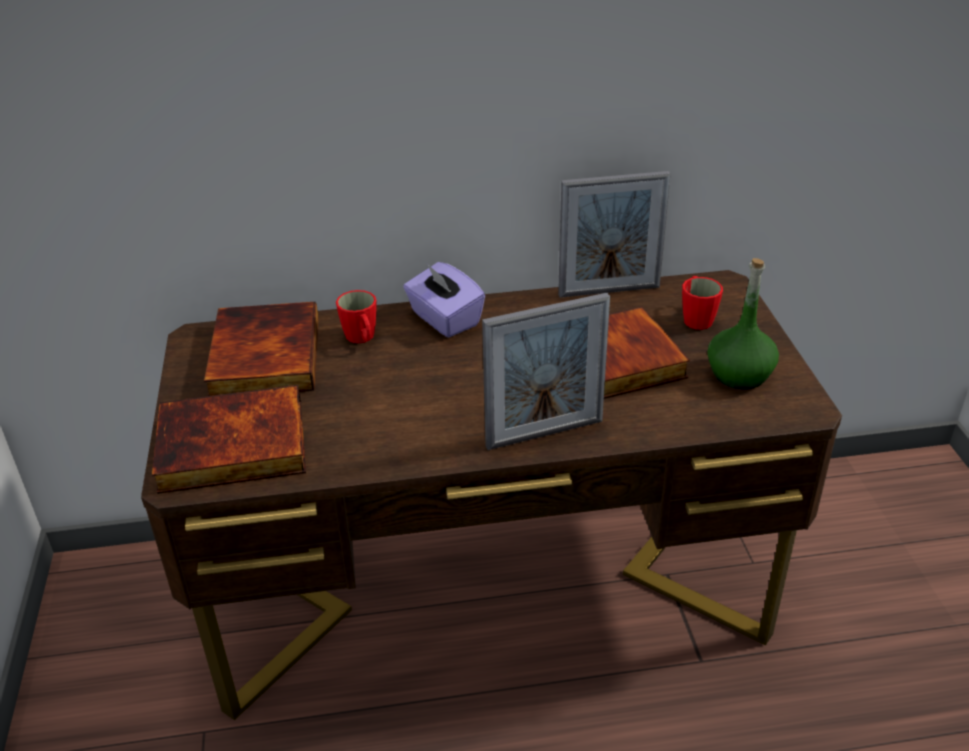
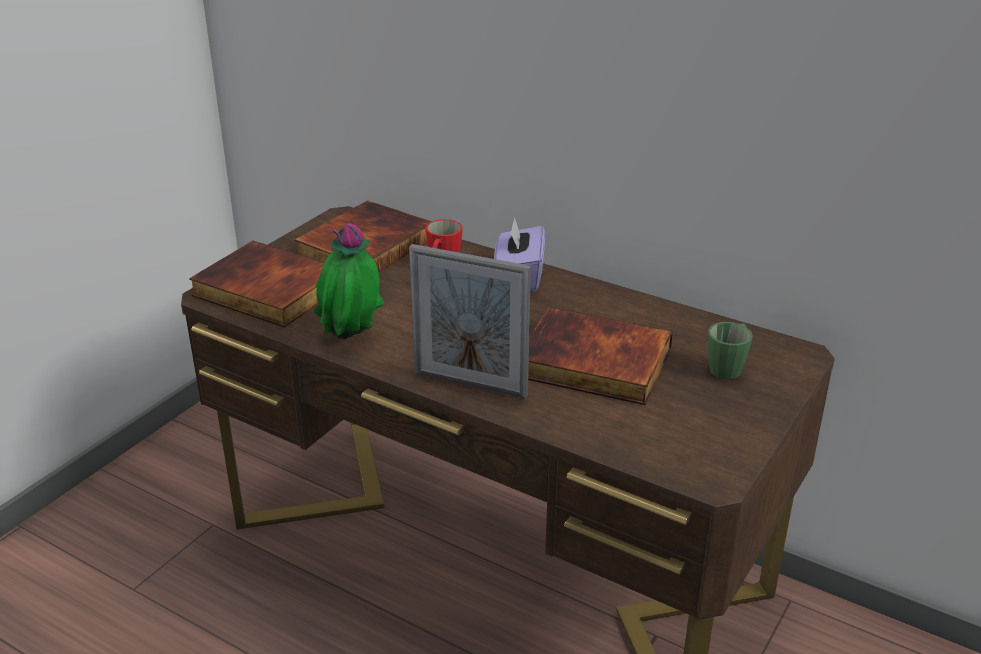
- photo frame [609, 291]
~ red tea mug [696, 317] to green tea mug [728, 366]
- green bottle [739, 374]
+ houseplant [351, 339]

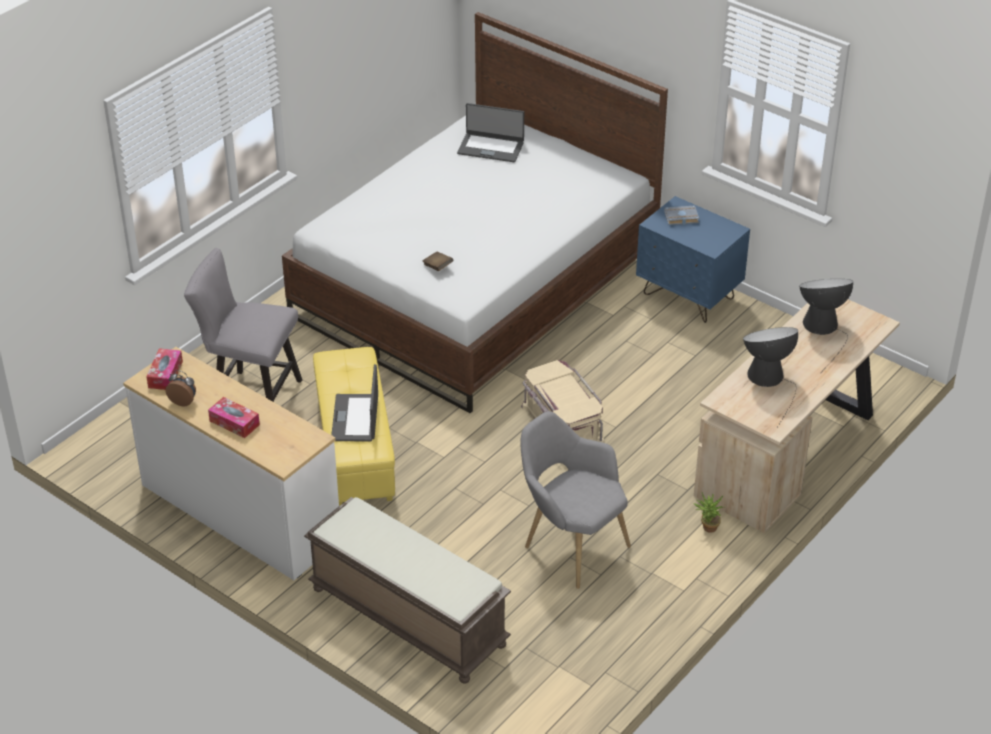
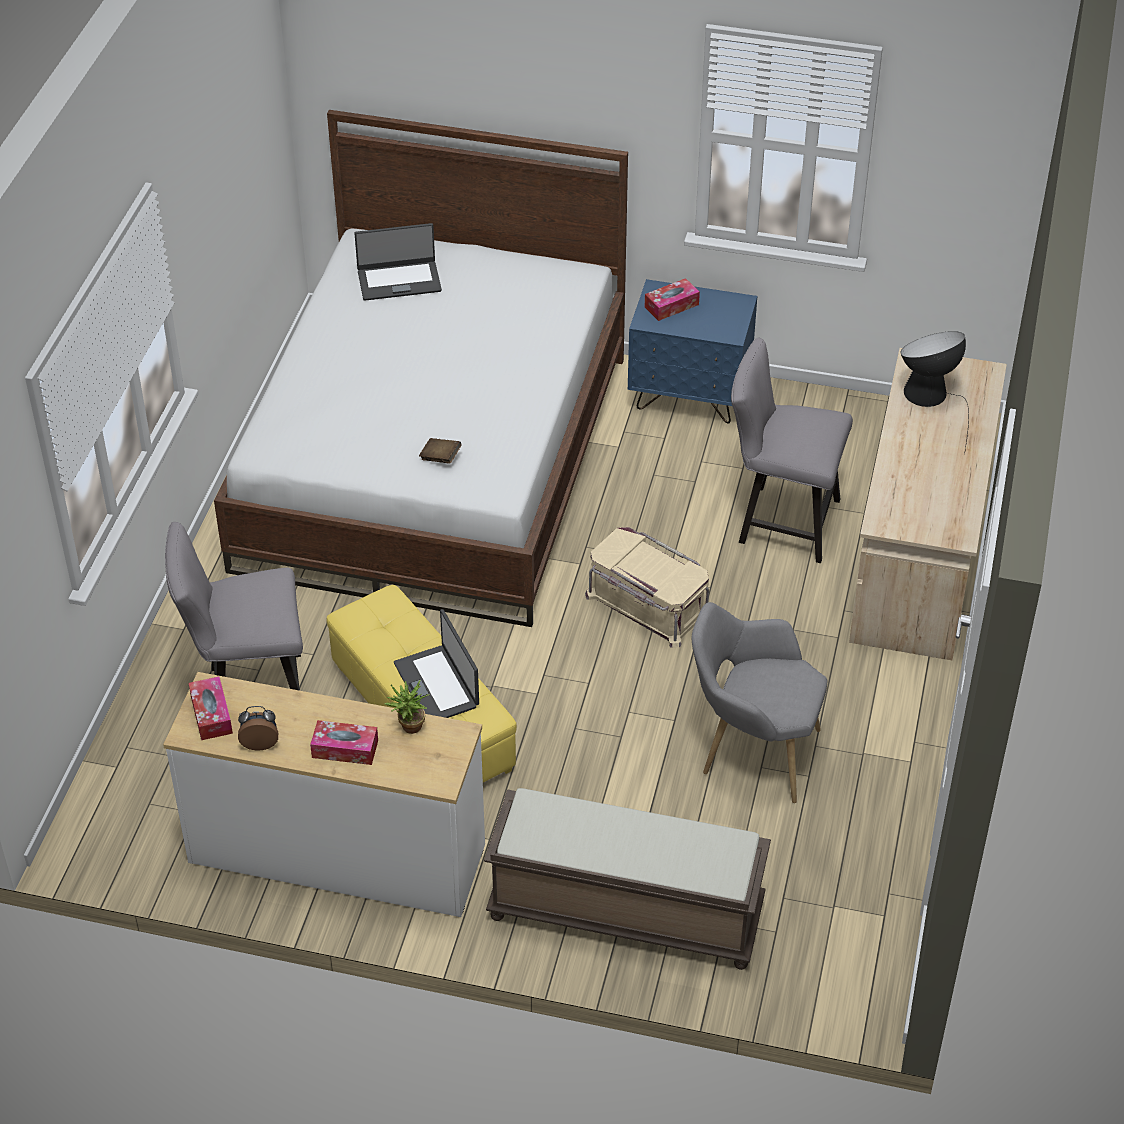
~ grey bound book [681, 218] to tissue holder [671, 306]
~ houseplant [707, 528] to [409, 729]
- lamp for a table [768, 379]
+ grey plain chair [780, 521]

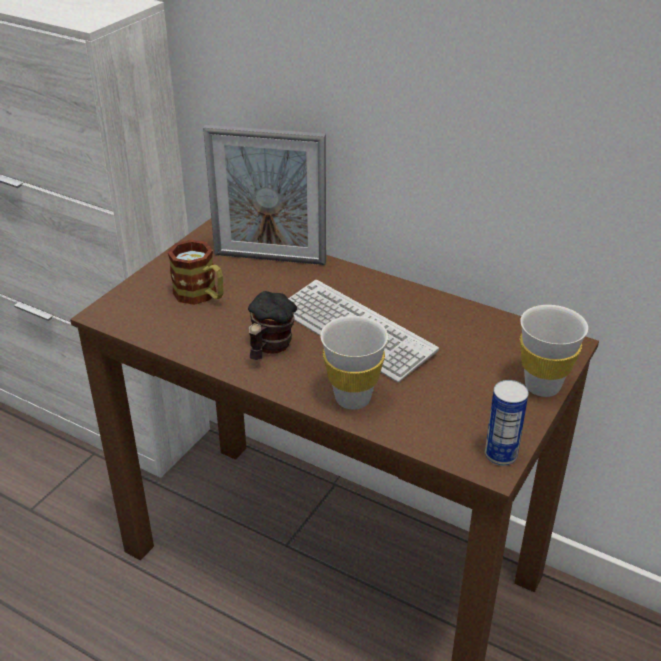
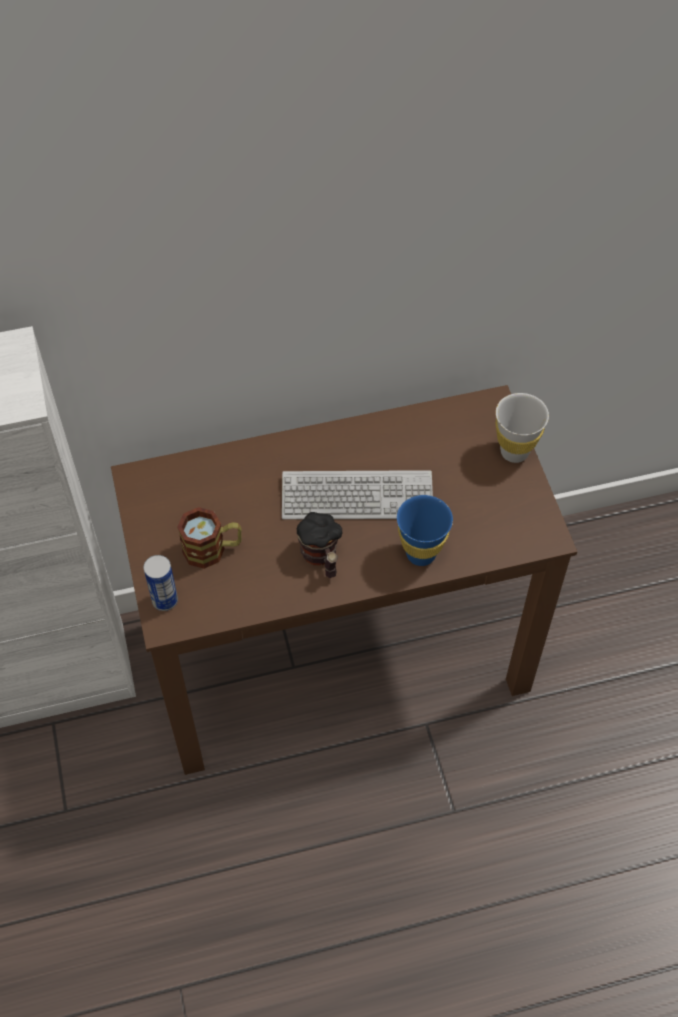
- photo frame [270, 258]
~ white small cup [353, 398] to blue small cup [421, 554]
~ sealed can [500, 455] to [165, 600]

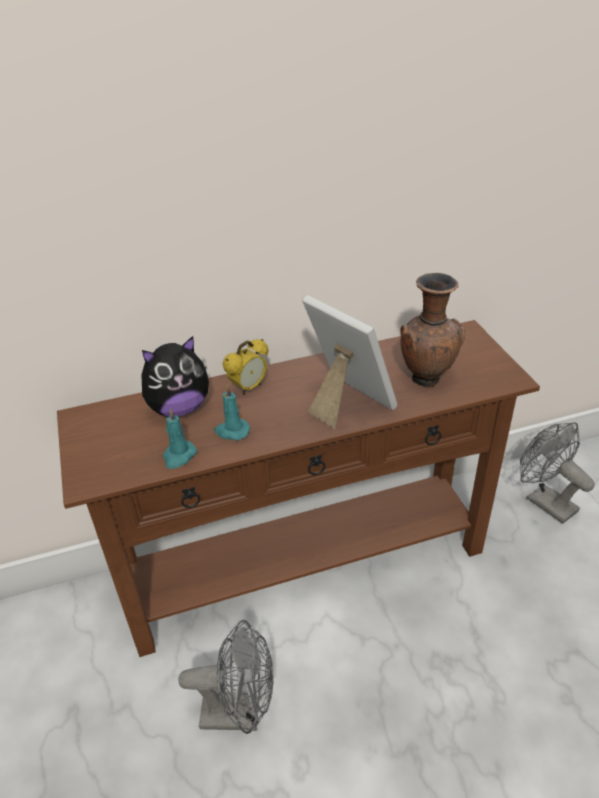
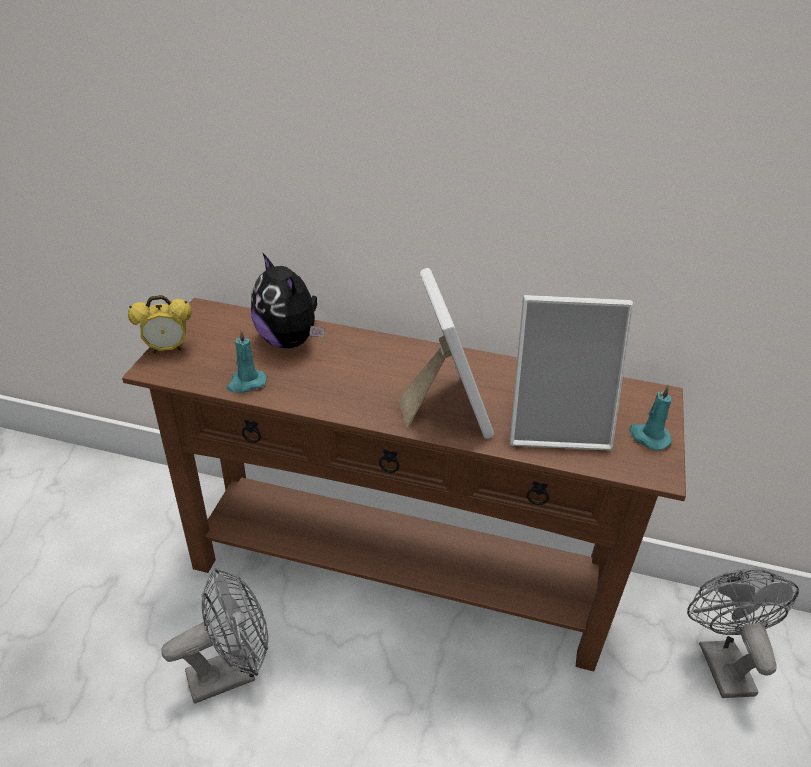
~ plush toy [179, 408] = [289, 340] 45 degrees clockwise
~ grey cooling fan [240, 713] = [231, 672] 60 degrees counterclockwise
~ blue-green wax light [231, 431] to [648, 437]
~ alarm clock [249, 388] to [167, 349]
~ brown-coloured flower vase [426, 378] to photo frame [557, 424]

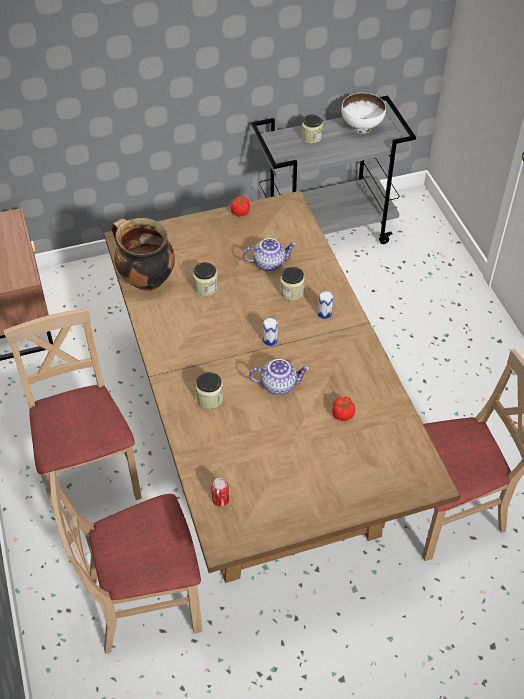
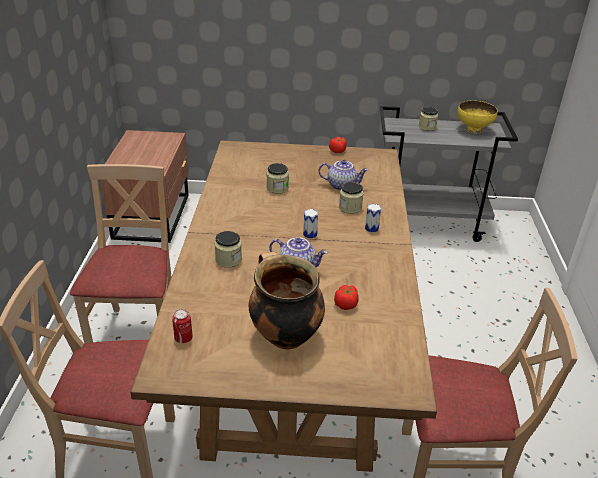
~ cooking pot [145, 280] to [284, 335]
~ white serving bowl [361, 127] to yellowish serving bowl [473, 129]

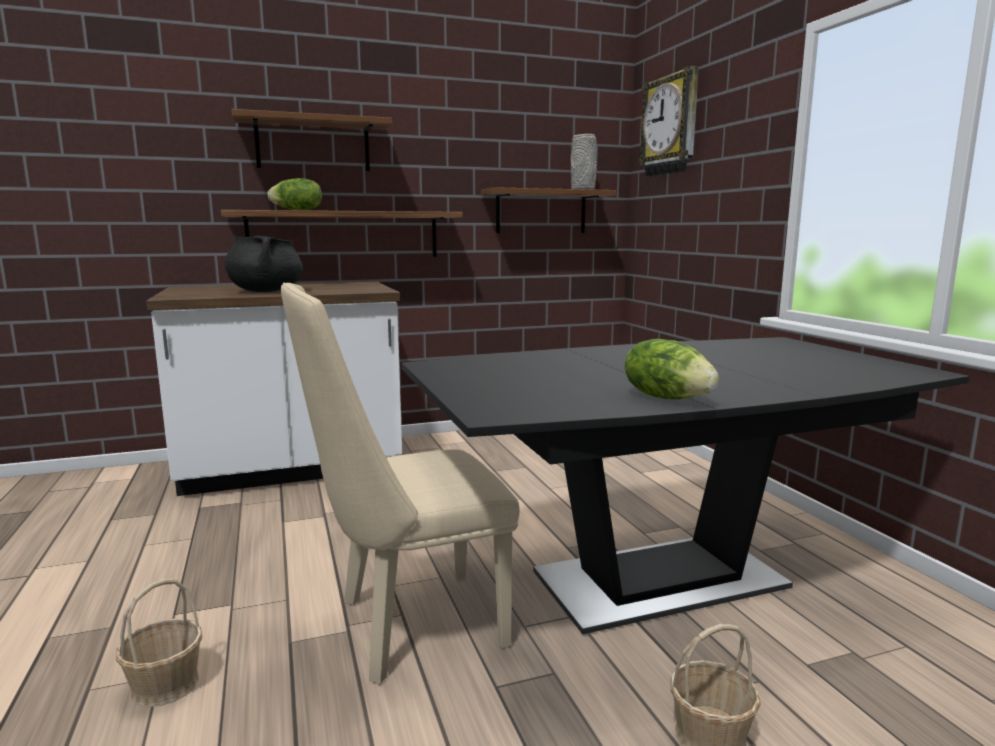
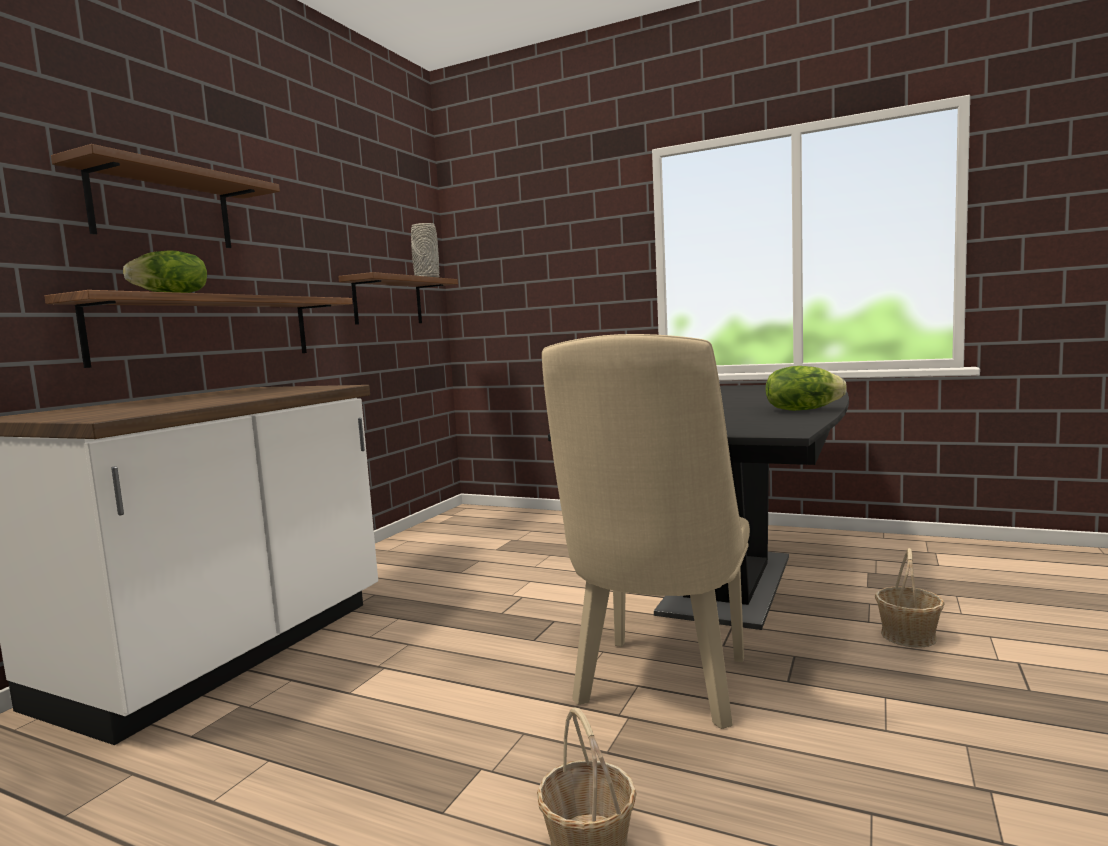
- blackish cooking pot [266, 291]
- clock on the wall [671, 125]

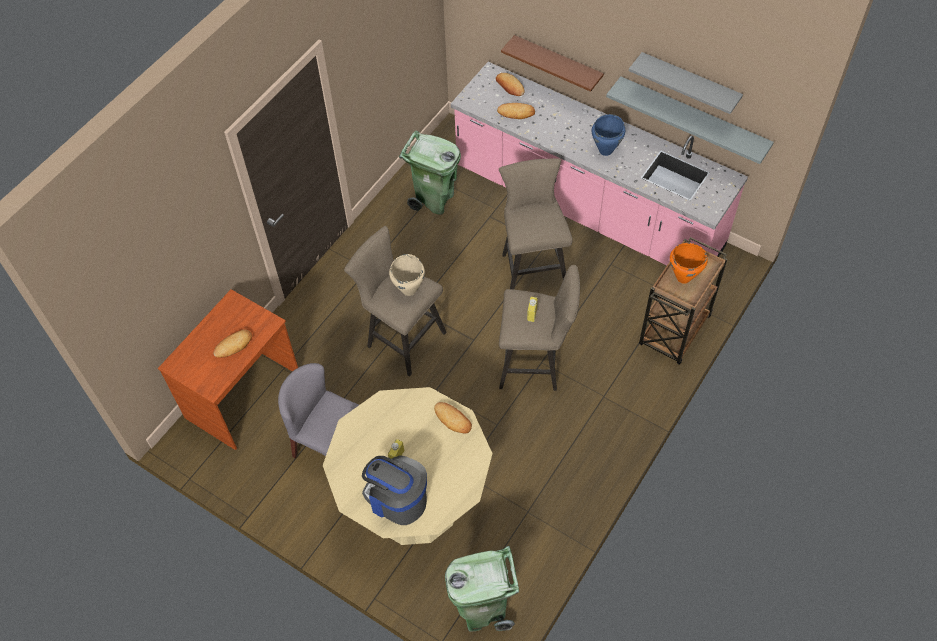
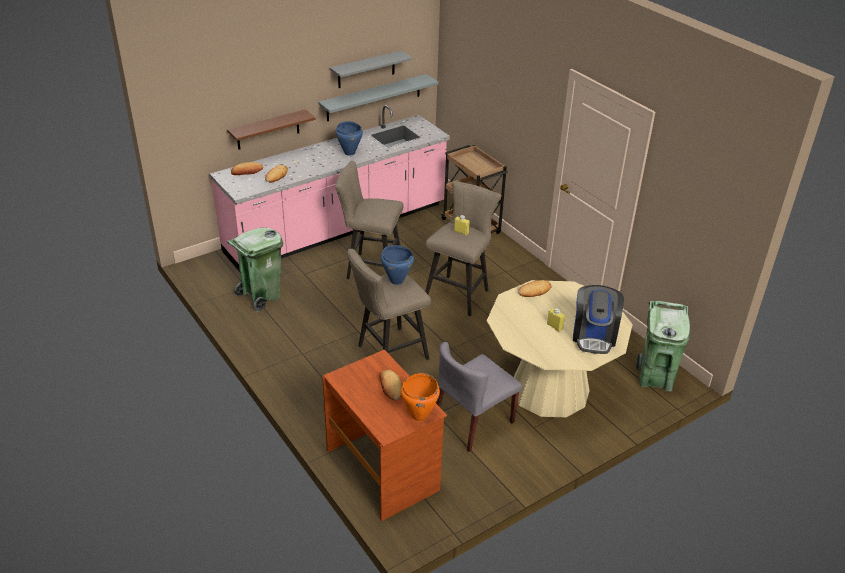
~ coffee machine [397, 499] = [594, 336] 45 degrees counterclockwise
~ beige cooking pot [409, 290] to blue cooking pot [396, 280]
~ orange-coloured cooking pot [683, 277] to [419, 415]

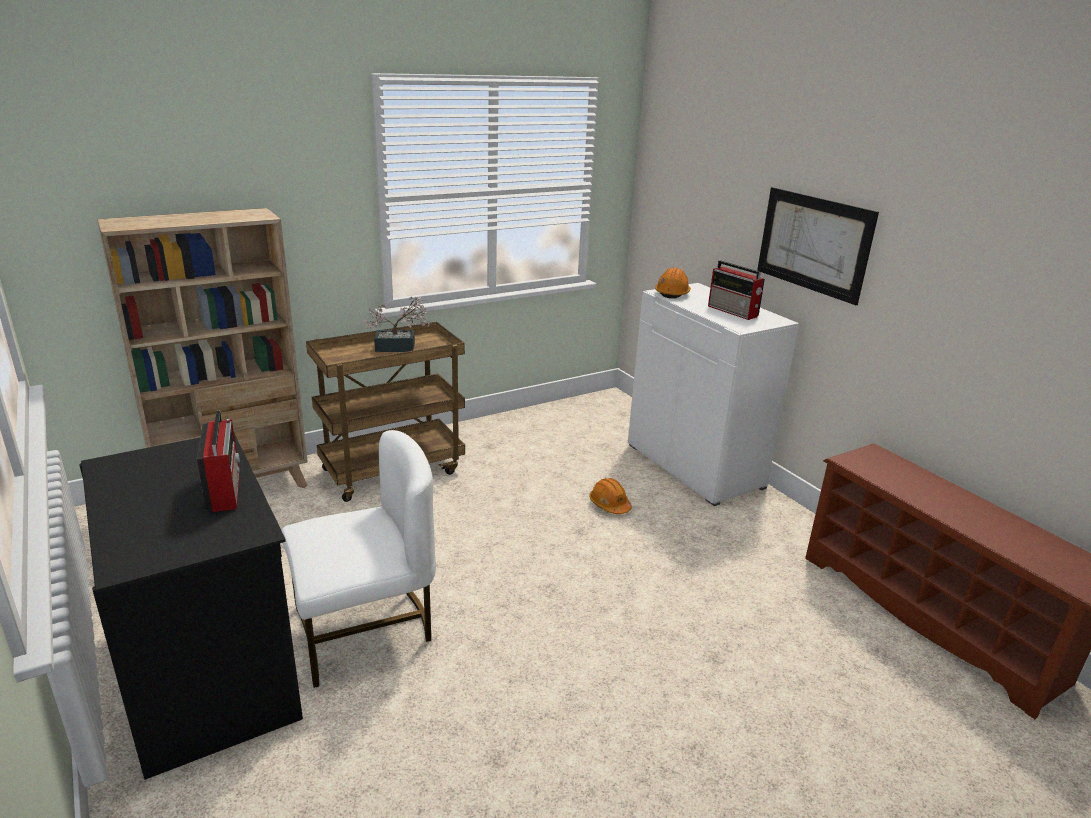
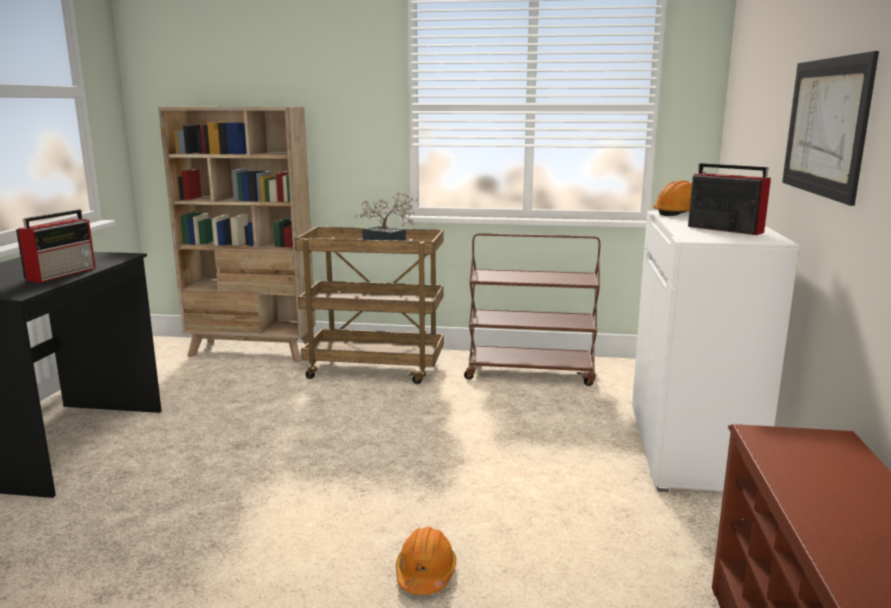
- white plain chair [365, 630]
~ orange-coloured safety helmet [609, 505] to [425, 573]
~ radio [733, 311] = [723, 229] 135 degrees clockwise
+ brown-coloured cart [530, 373]

